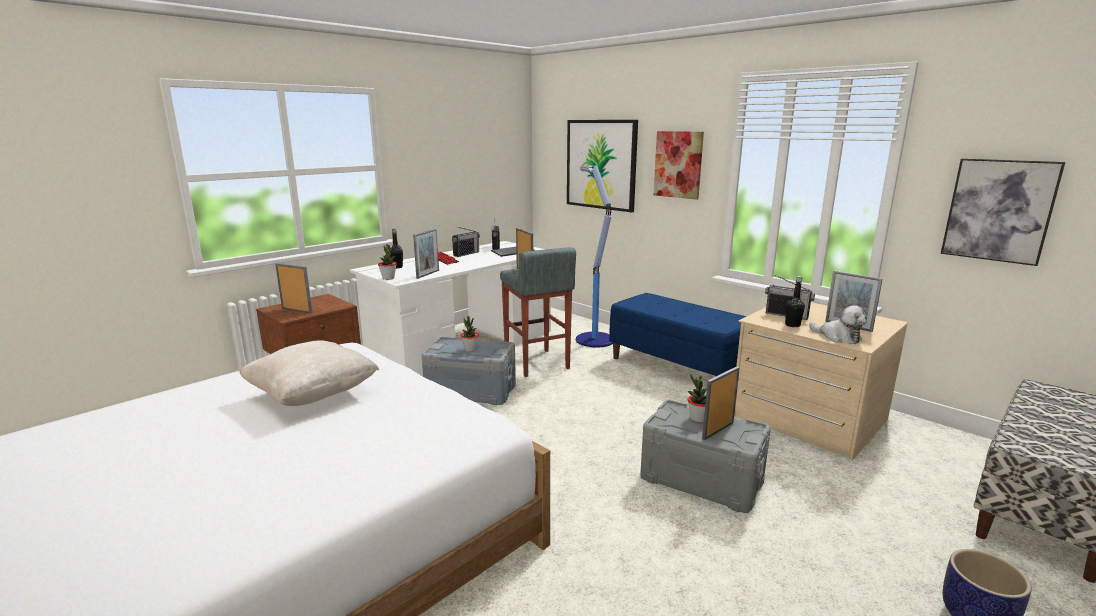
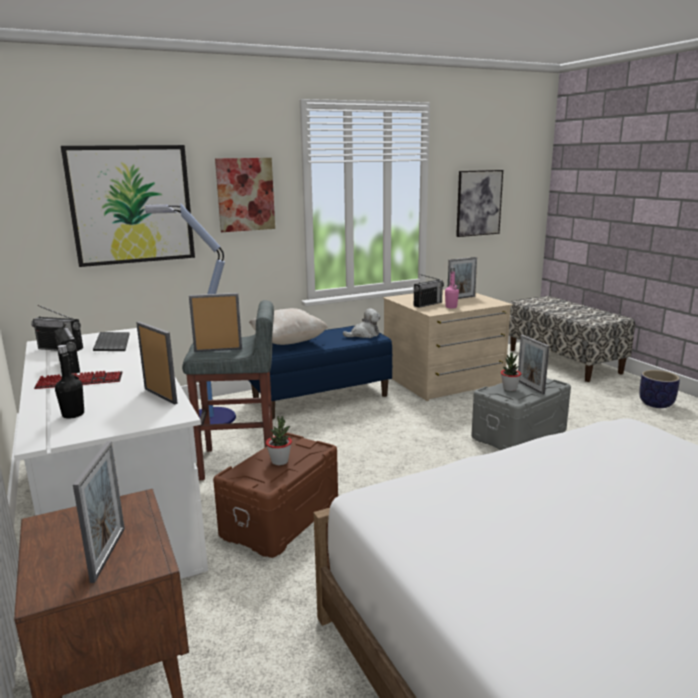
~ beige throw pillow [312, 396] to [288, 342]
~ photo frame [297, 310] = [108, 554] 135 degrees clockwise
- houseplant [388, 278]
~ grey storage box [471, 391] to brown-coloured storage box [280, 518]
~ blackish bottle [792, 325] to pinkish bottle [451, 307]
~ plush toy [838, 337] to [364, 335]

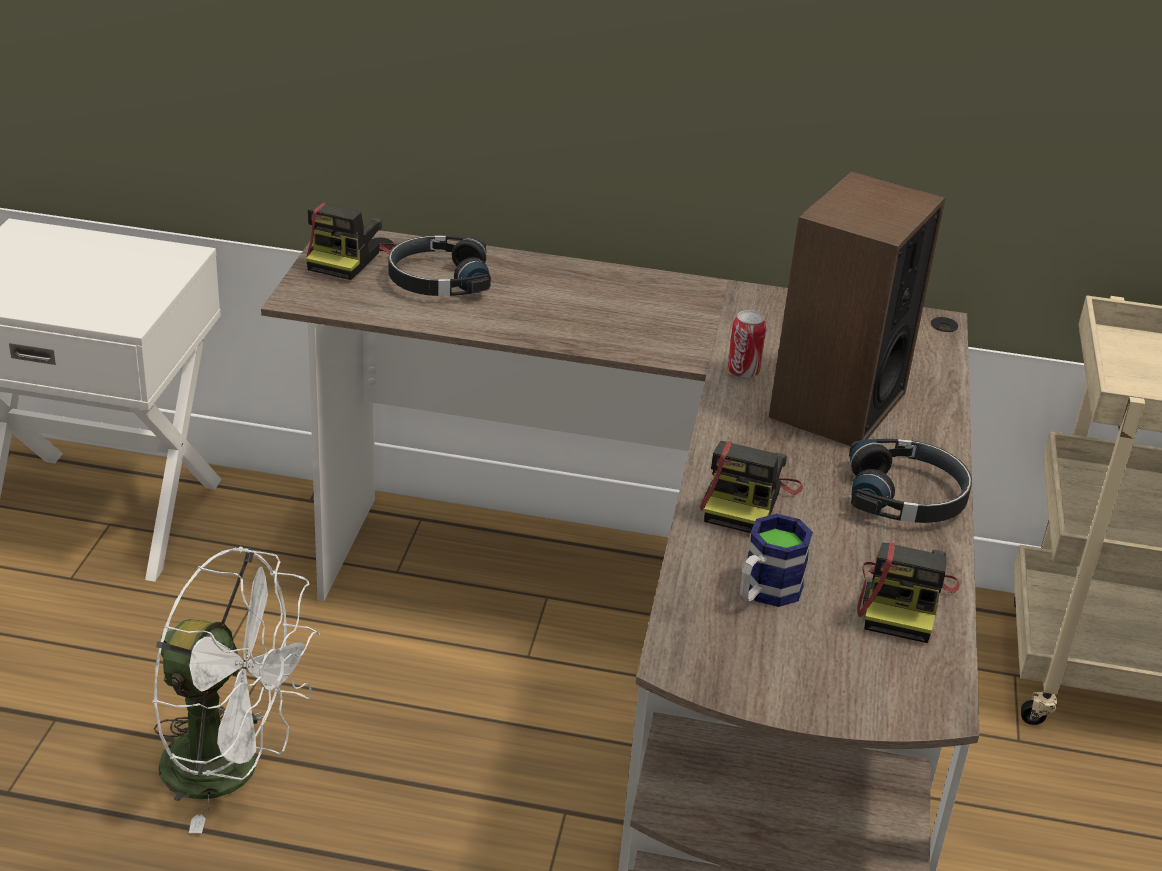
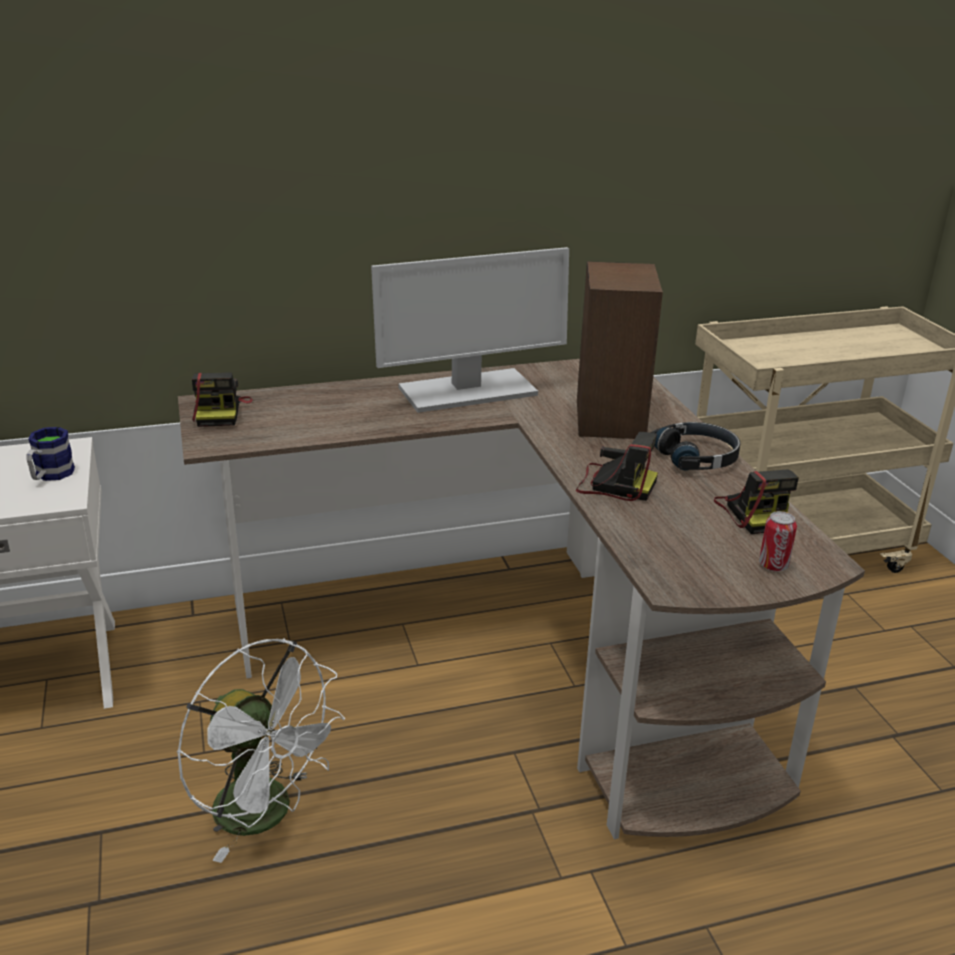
~ white cooling fan [232, 769] = [266, 814] 45 degrees clockwise
- blackish headset [438, 280]
~ photo camera [747, 500] = [613, 485] 60 degrees counterclockwise
~ sealed can [743, 372] to [773, 565]
~ tea mug [765, 593] to [50, 475]
+ monitor [467, 392]

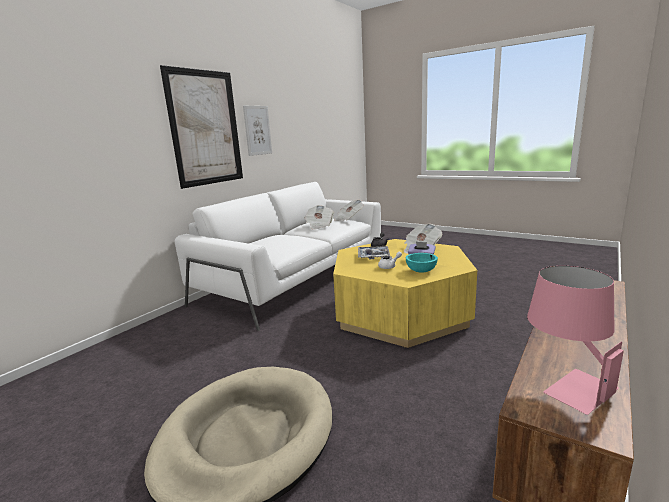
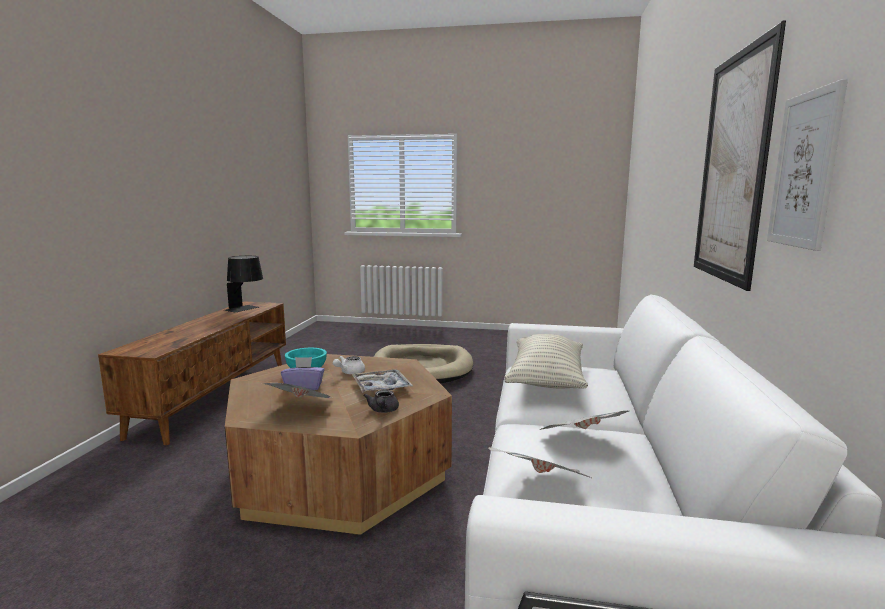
~ yellowish coffee table [400, 312] to brown-coloured coffee table [340, 471]
~ pinkish lamp for a table [565, 383] to blackish lamp for a table [246, 309]
+ throw pillow [546, 379]

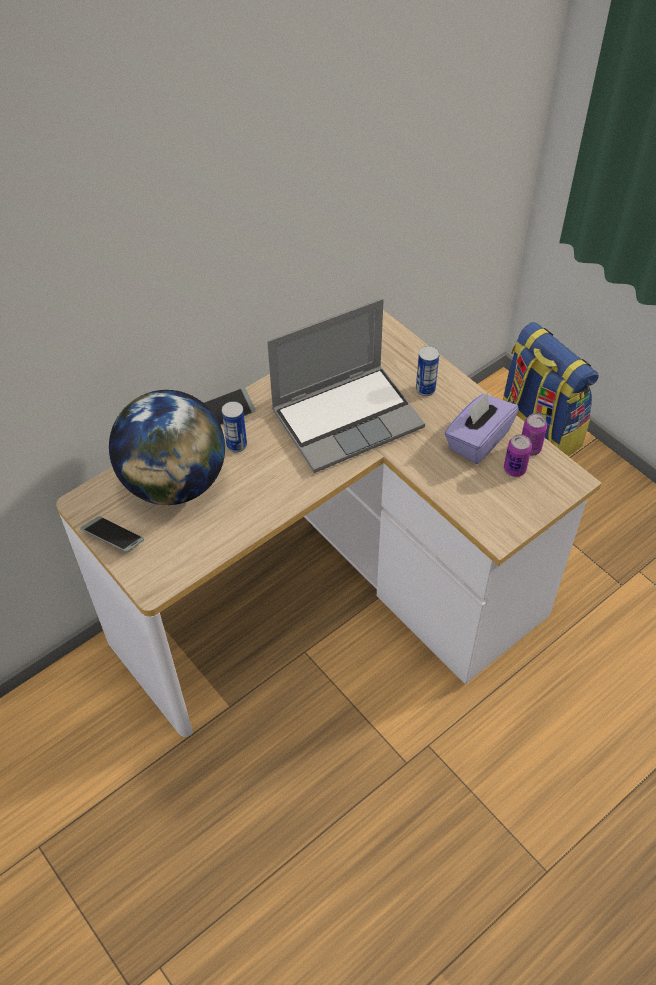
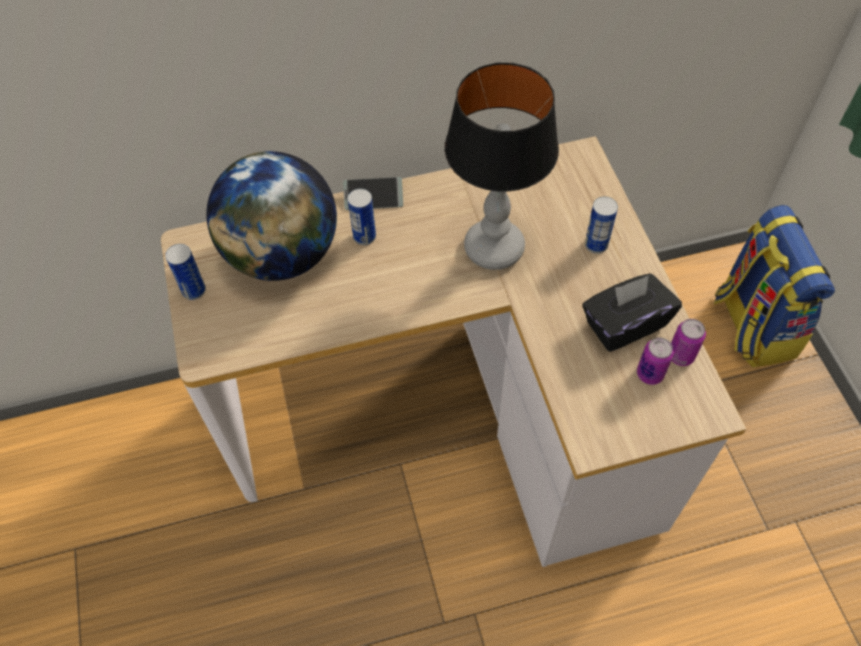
~ phone [113, 537] to sealed can [194, 291]
~ portable computer [348, 418] to lamp for a table [495, 247]
~ purplish tissue holder [477, 440] to blackish tissue holder [624, 324]

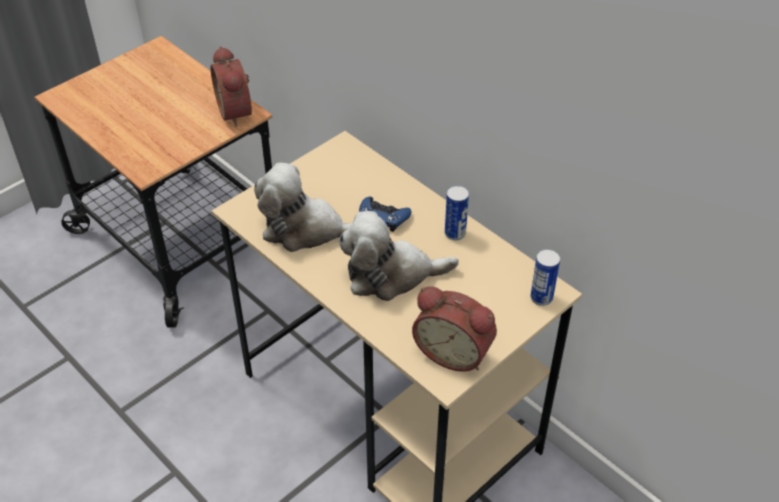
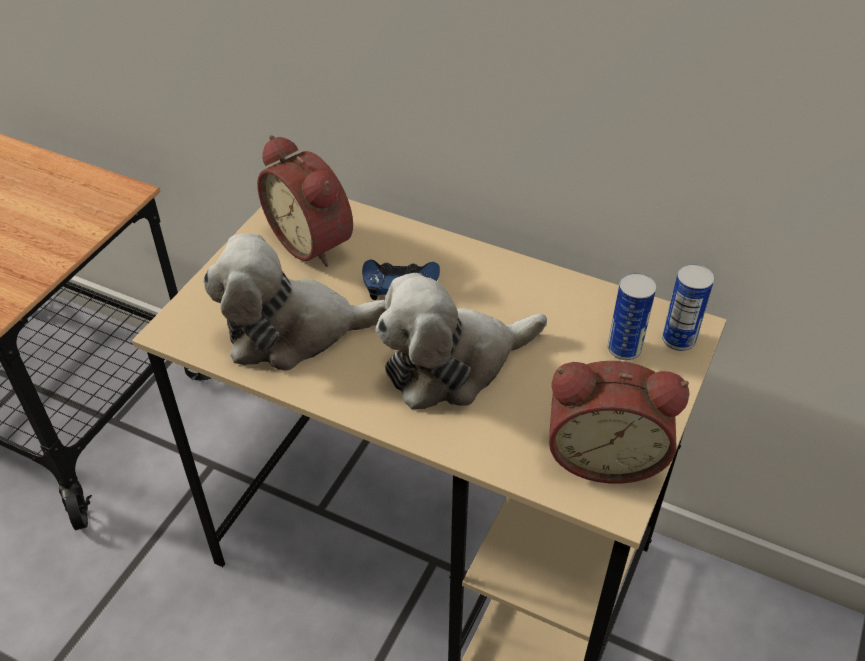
~ alarm clock [238, 111] to [314, 241]
~ sealed can [455, 233] to [624, 349]

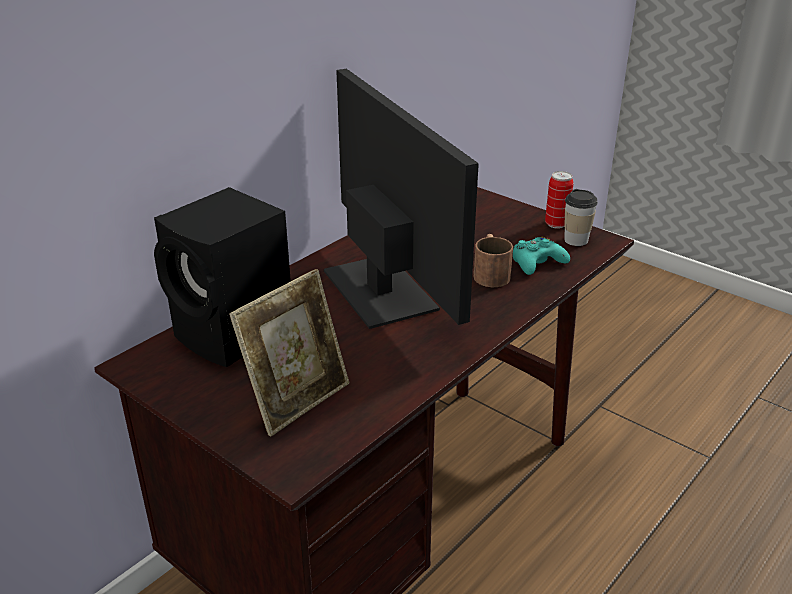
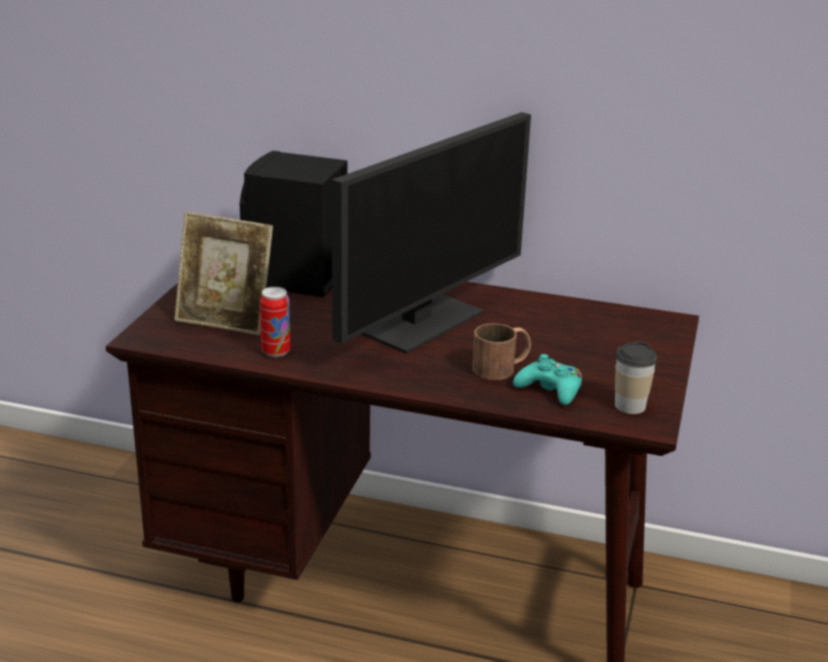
~ sealed can [556, 224] to [276, 352]

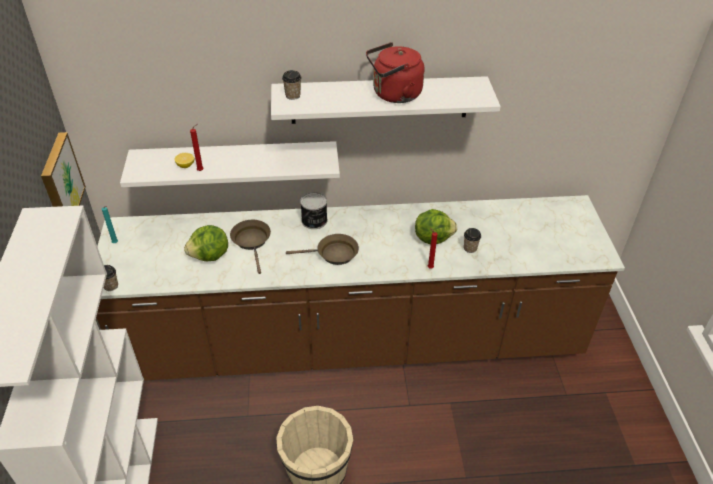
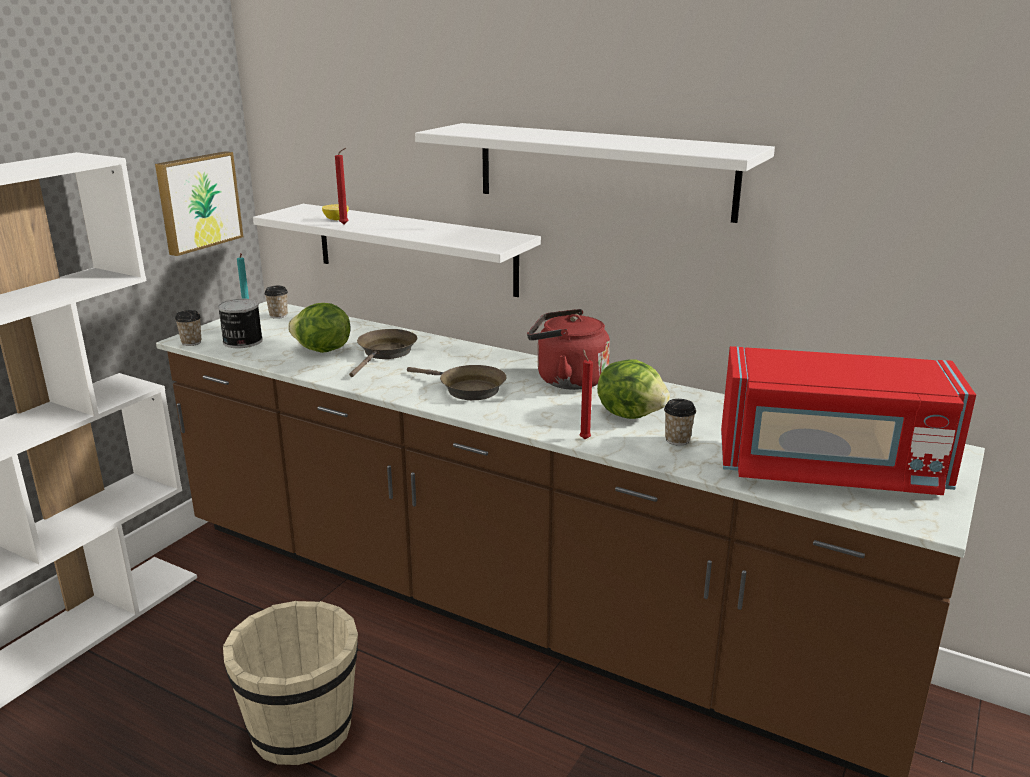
~ small cup [293, 96] to [278, 315]
~ sealed can [314, 221] to [242, 341]
~ red tea kettle [394, 95] to [566, 380]
+ red microwave oven [830, 470]

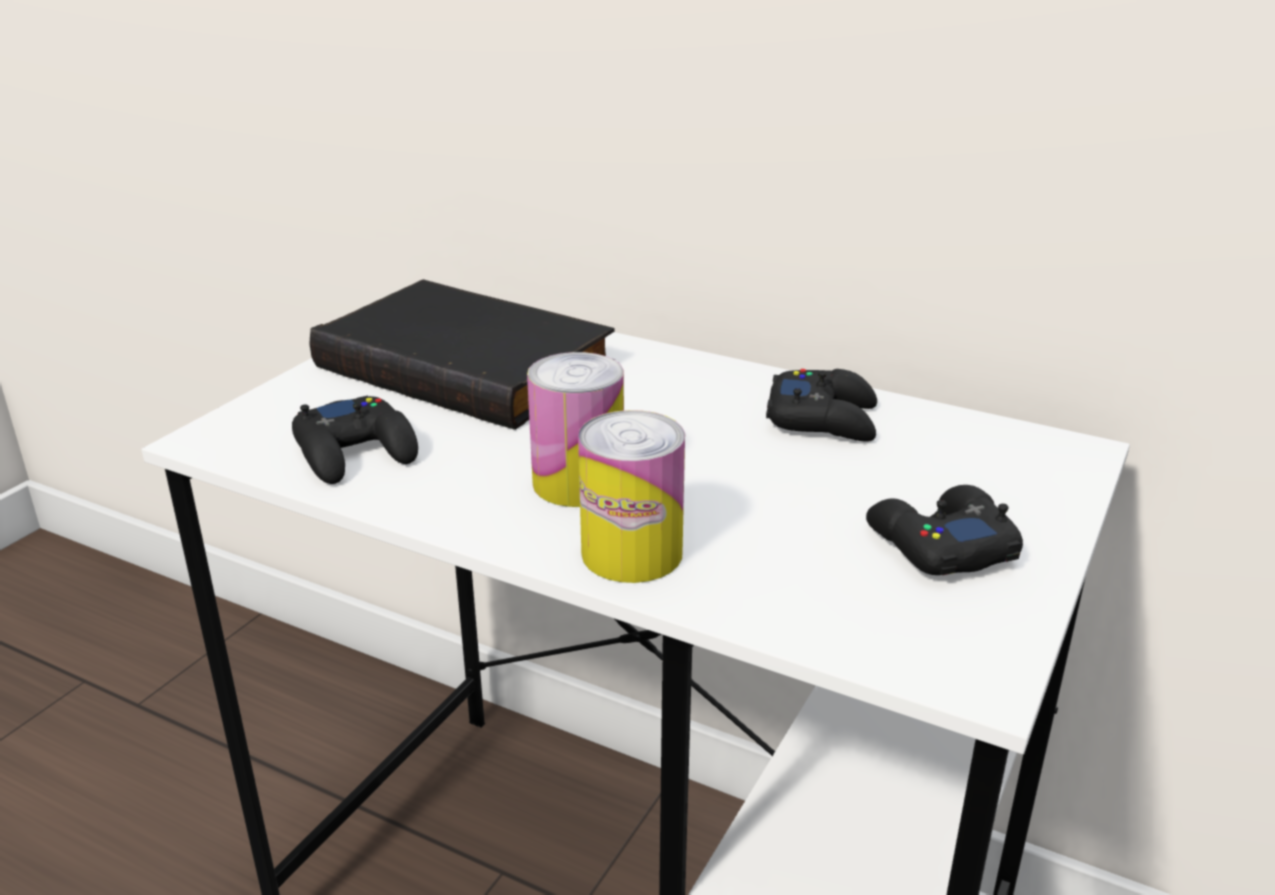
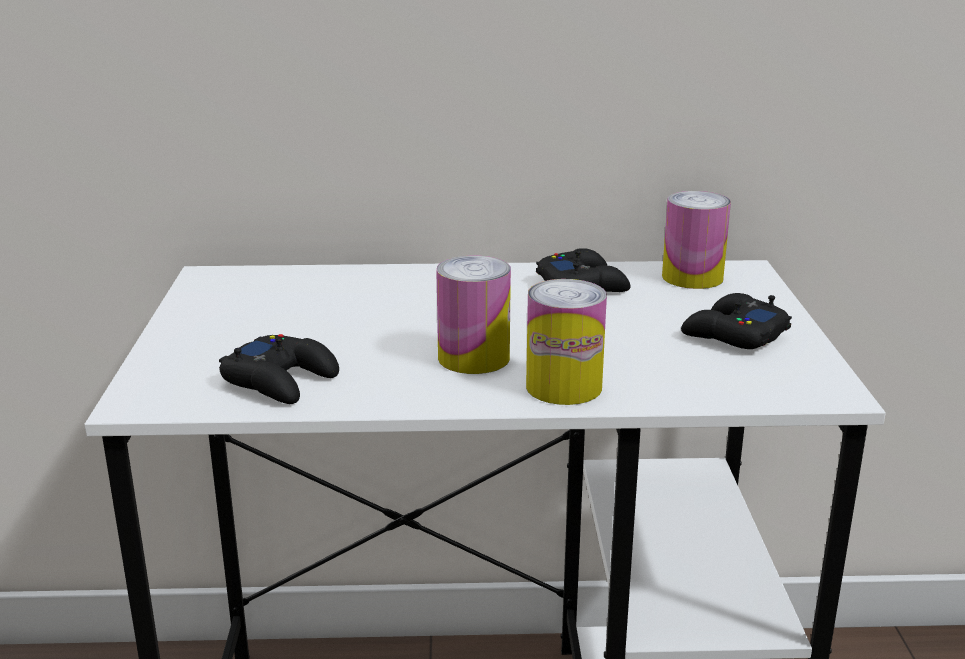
- blackish bound book [470, 364]
+ sealed can [692, 277]

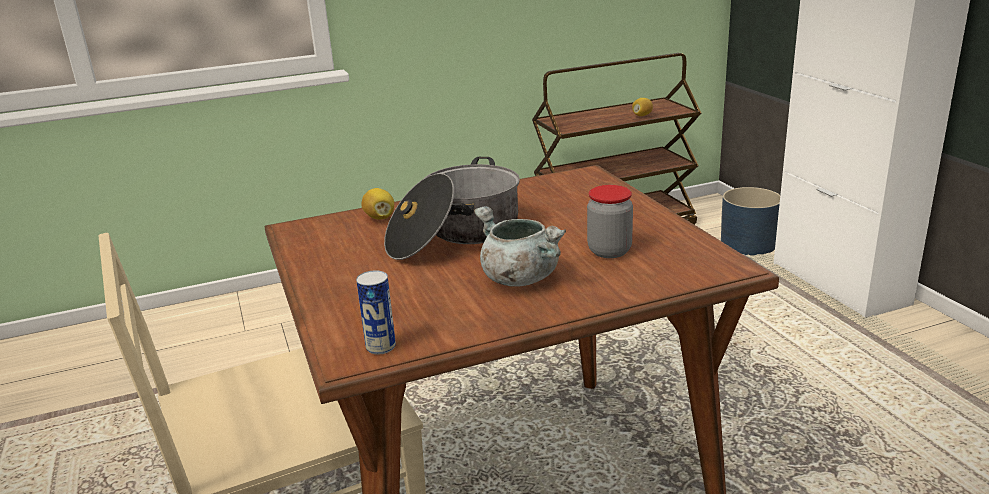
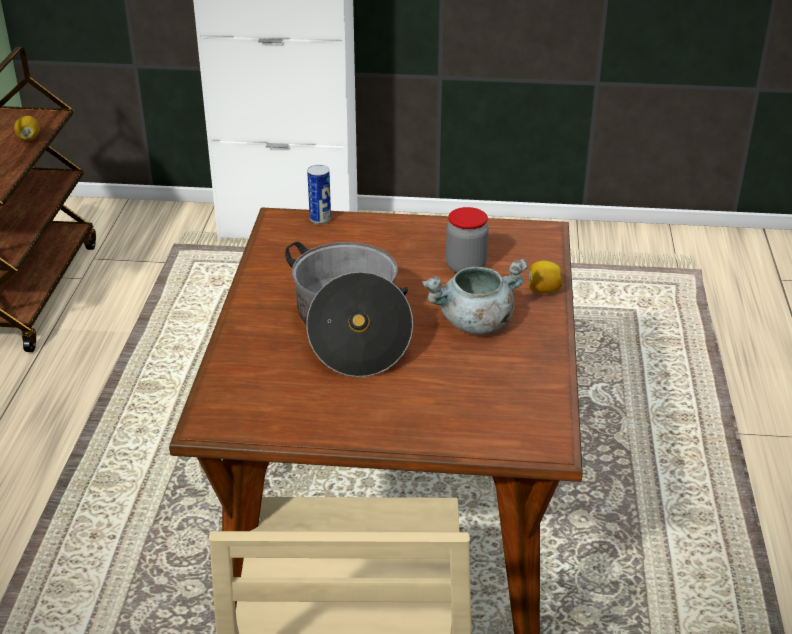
~ sealed can [380, 347] to [320, 219]
~ whole lemon [380, 217] to [543, 290]
- blue plant pot [748, 244]

